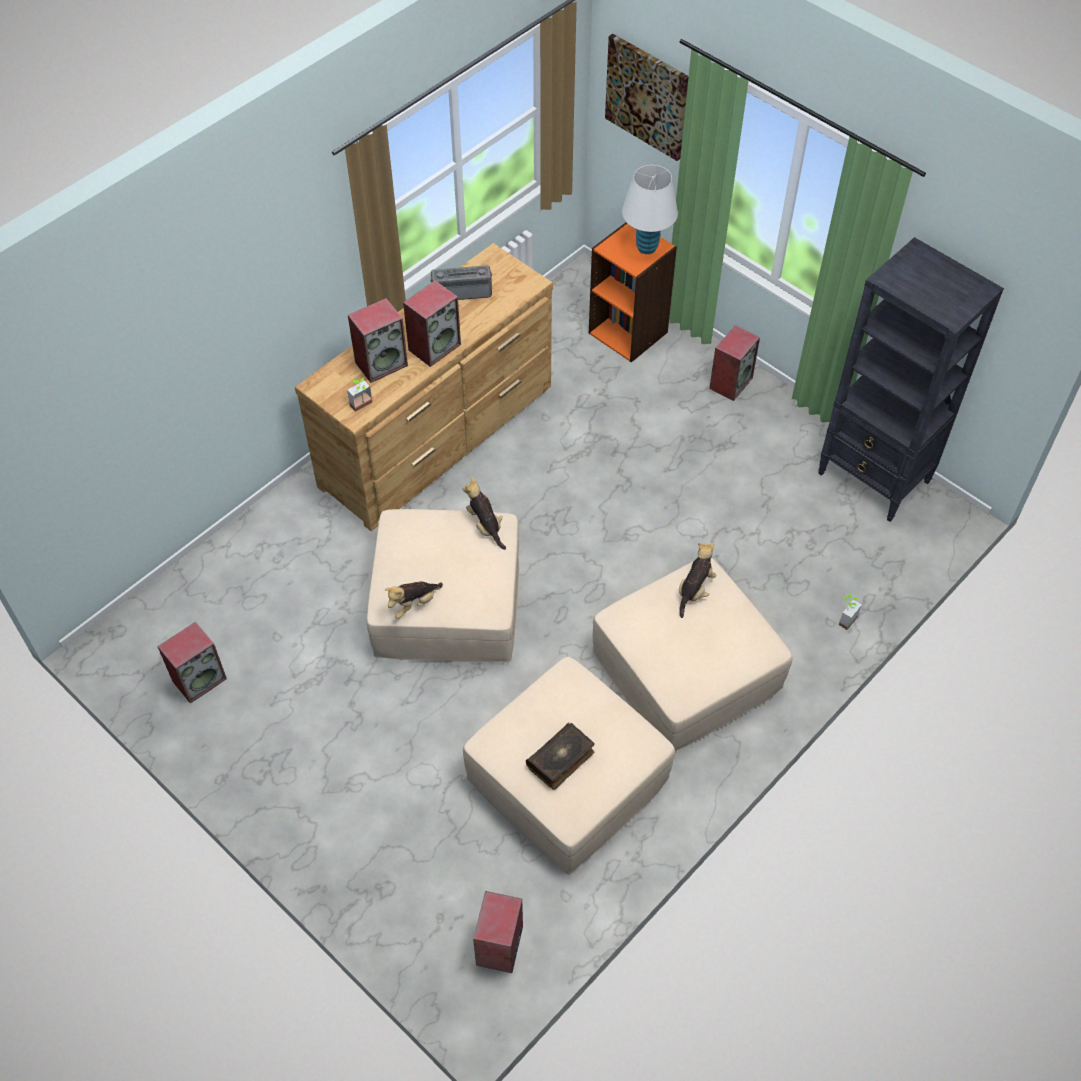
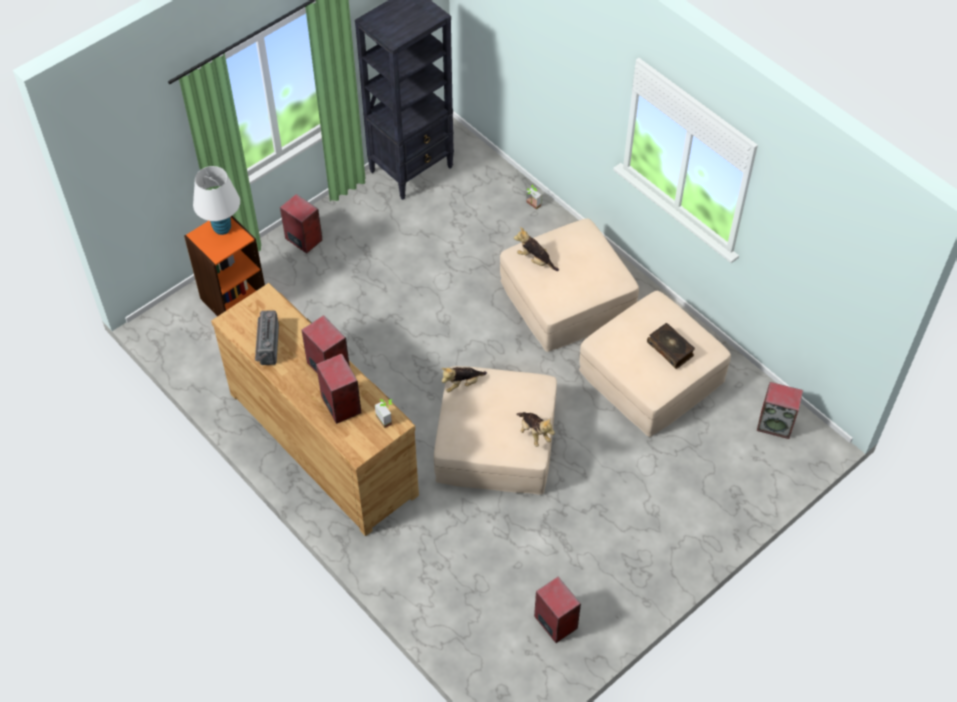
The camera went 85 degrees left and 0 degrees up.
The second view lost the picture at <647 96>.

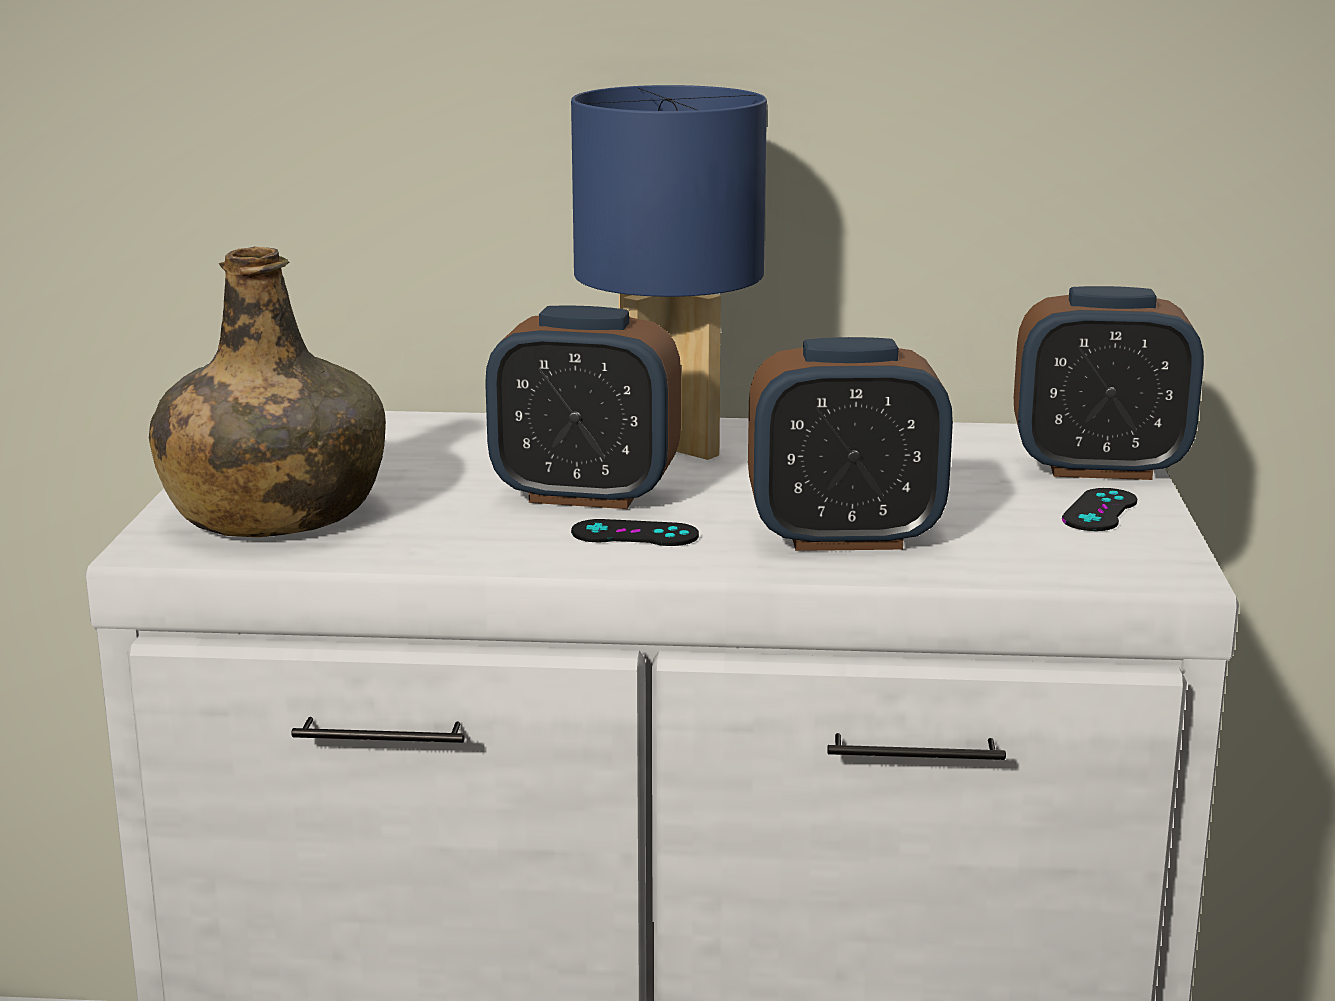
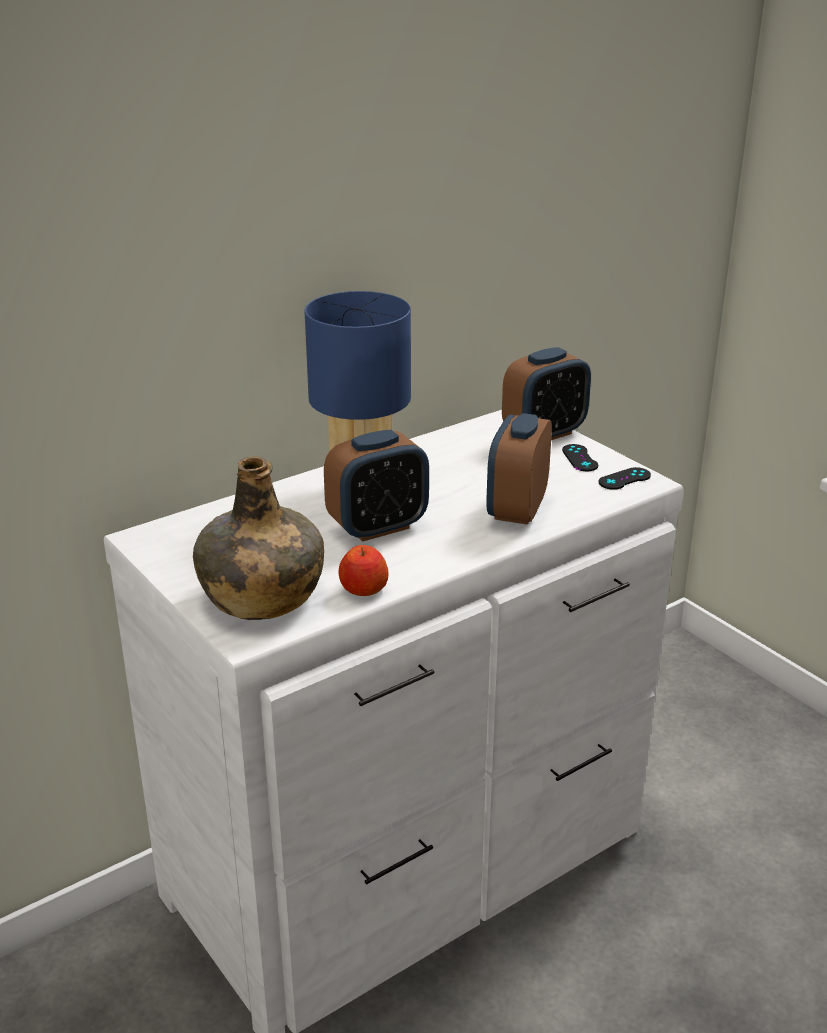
The camera went 40 degrees left and 10 degrees up.
The table clock at <844 537> ended up facing another way, 150 degrees clockwise from before.
The blackish game controller ended up elsewhere, having gone from <635 534> to <624 479>.
The second view gained the apple at <363 589>.

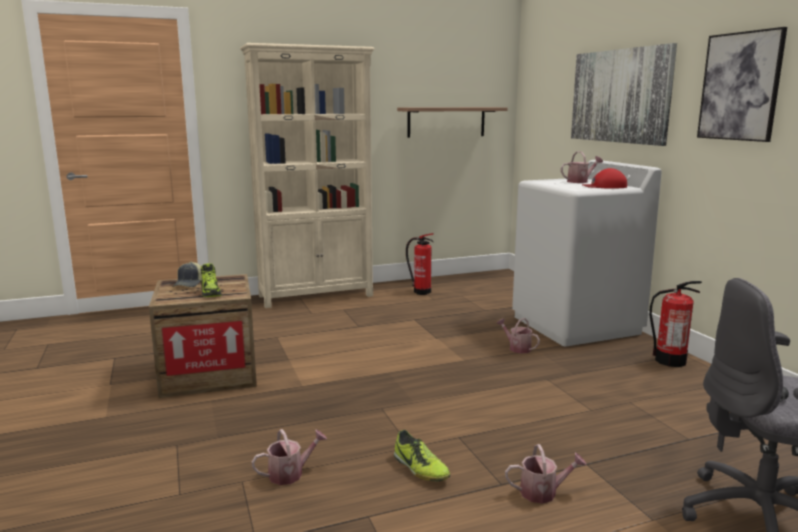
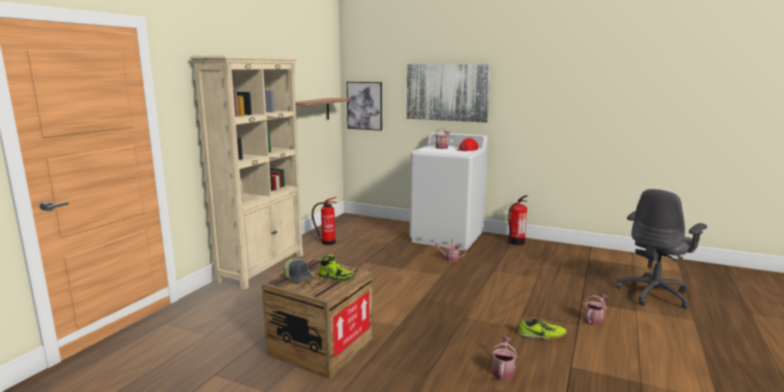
The camera went 45 degrees left and 0 degrees up.
The picture ended up elsewhere, having gone from <740 86> to <364 105>.

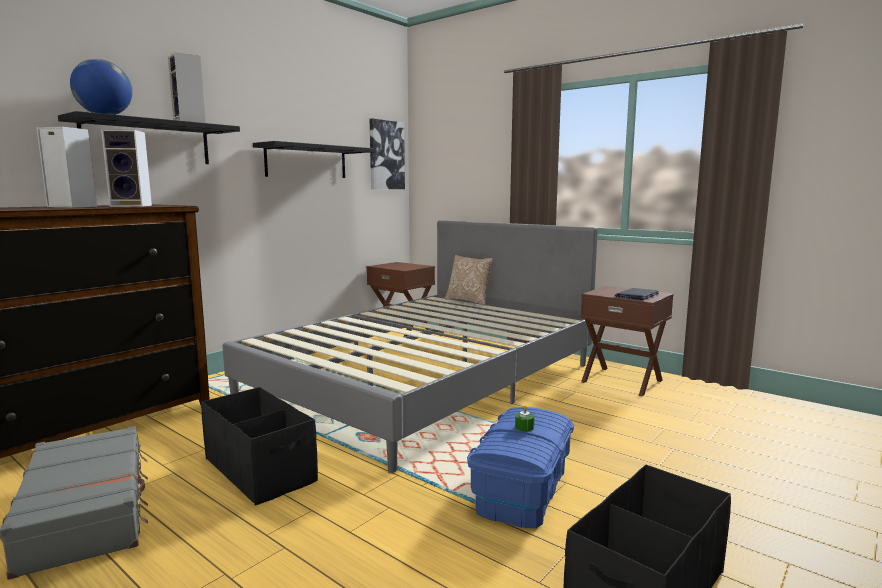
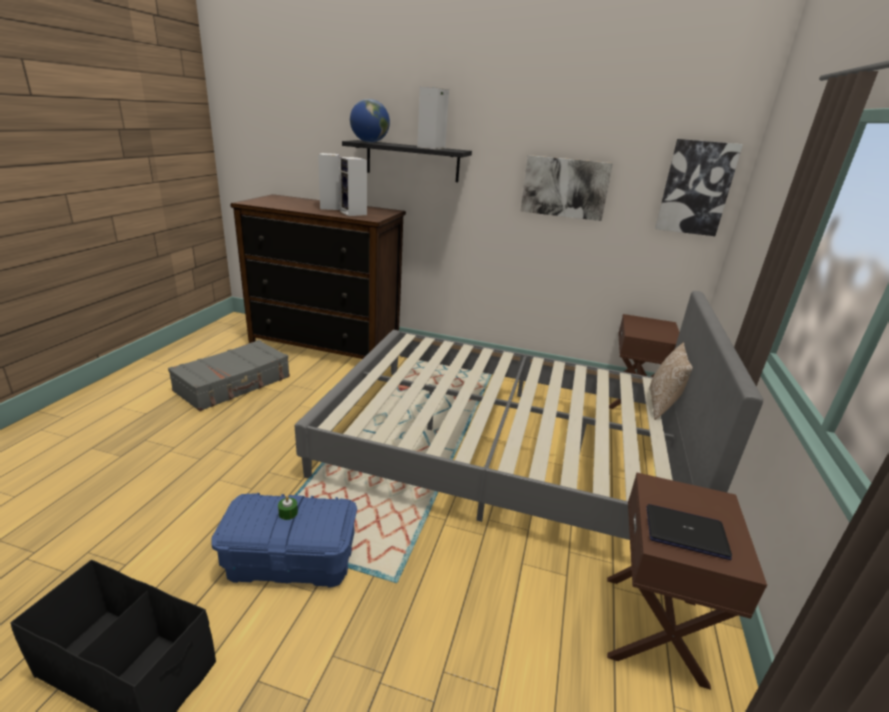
The camera went 65 degrees right and 15 degrees up.
Where the blackish bracket shelf hung at <306 162>, the picture came to hang at <565 187>.
The second view lost the blackish storage box at <260 469>.

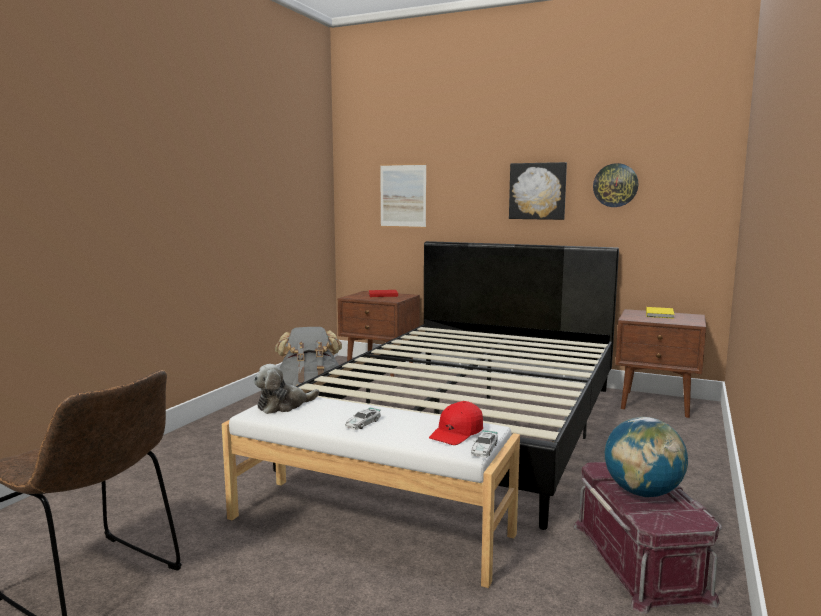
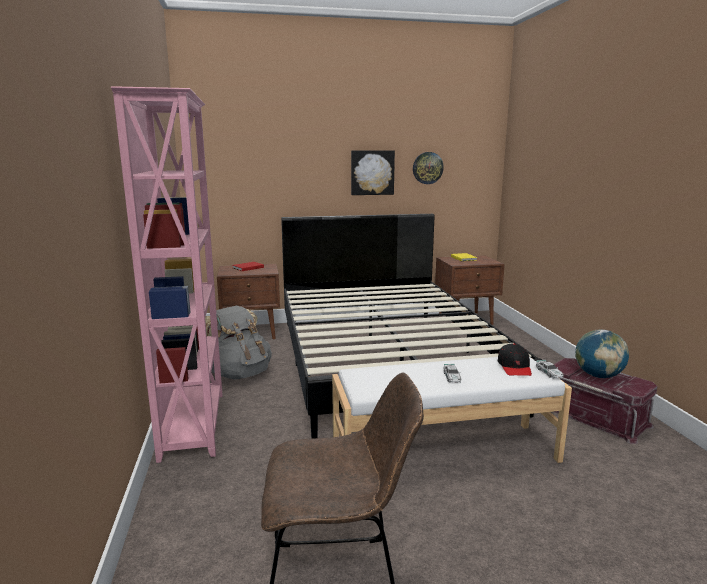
The camera went 35 degrees left and 5 degrees up.
The second view lost the picture at <403 196>.
The second view lost the cuddly toy at <283 405>.
What was the red-coloured peaked cap at <457 433> turned into the blackish peaked cap at <514 367>.
The second view gained the pink-coloured bookshelf at <195 424>.

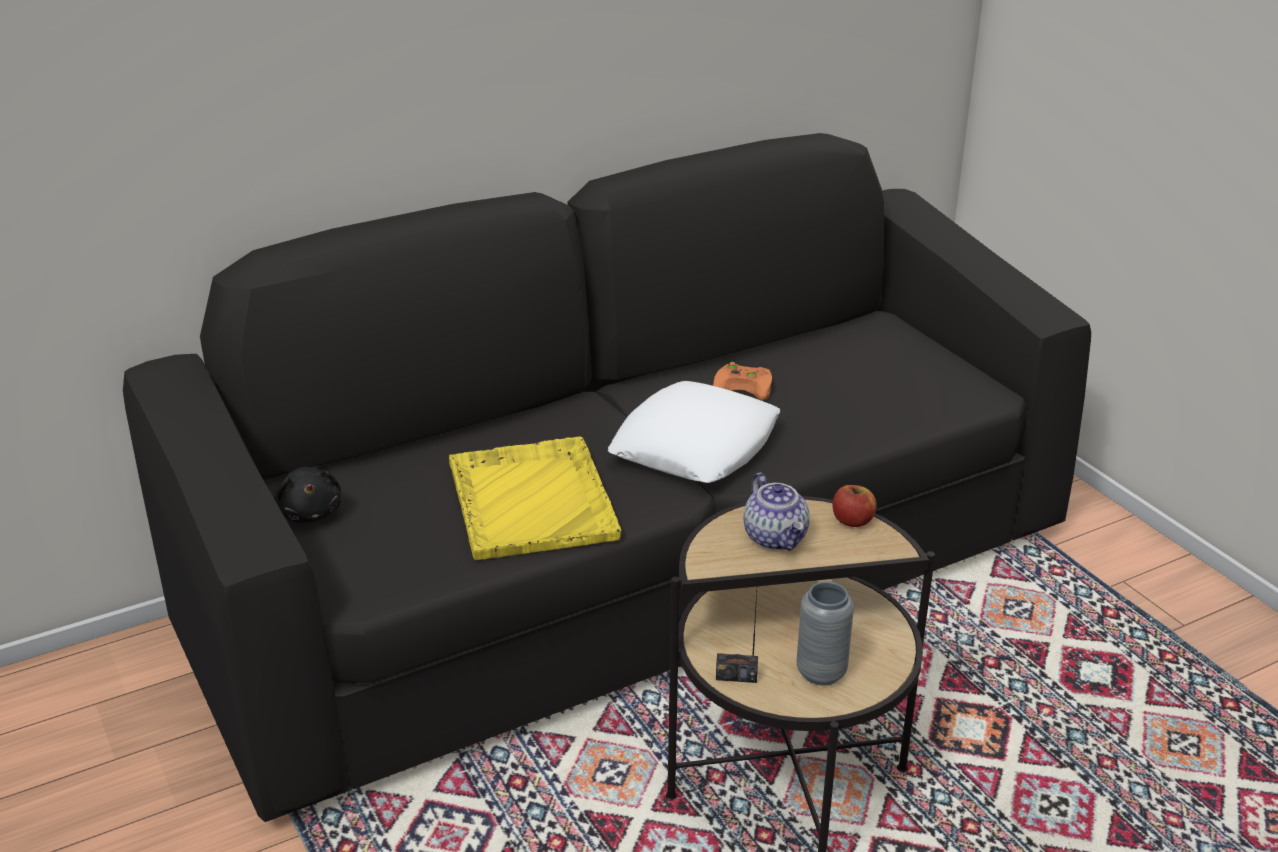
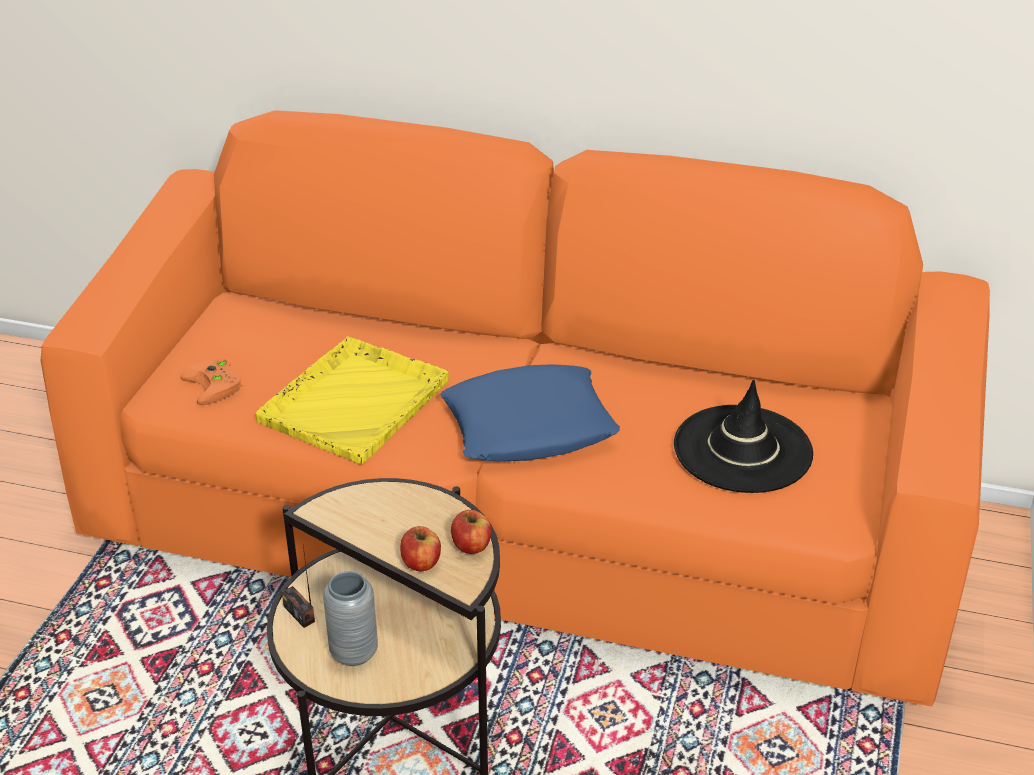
The camera went 45 degrees right and 5 degrees up.
What was the blackish settee at <639 576> turned into the orangey settee at <520 524>.
The orangey game controller ended up elsewhere, having gone from <745 385> to <216 385>.
What was the white-coloured pillow at <695 445> turned into the blue pillow at <529 426>.
The second view lost the blackish cuddly toy at <310 512>.
The second view lost the teapot at <776 538>.
The second view gained the blackish wearable hat at <742 449>.
The second view gained the apple at <421 563>.

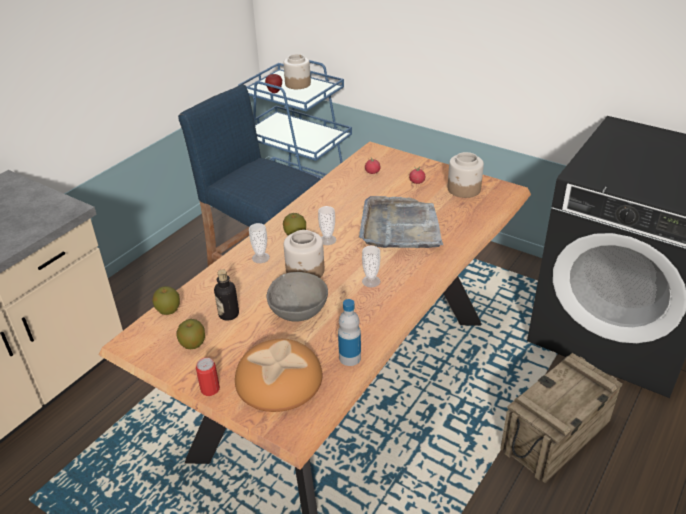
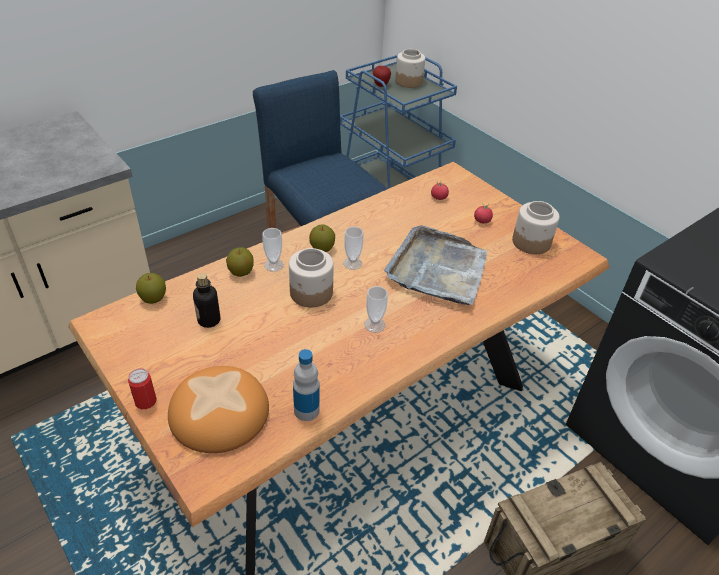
The camera went 15 degrees right and 5 degrees up.
The second view lost the gray serving bowl at <298 312>.
The apple ended up elsewhere, having gone from <193 344> to <241 272>.

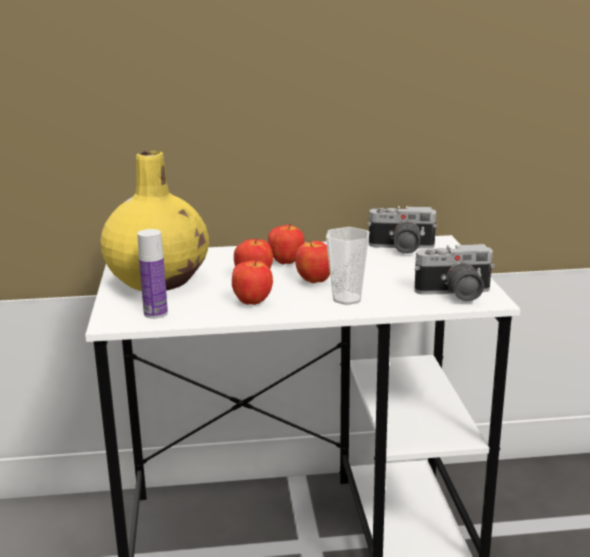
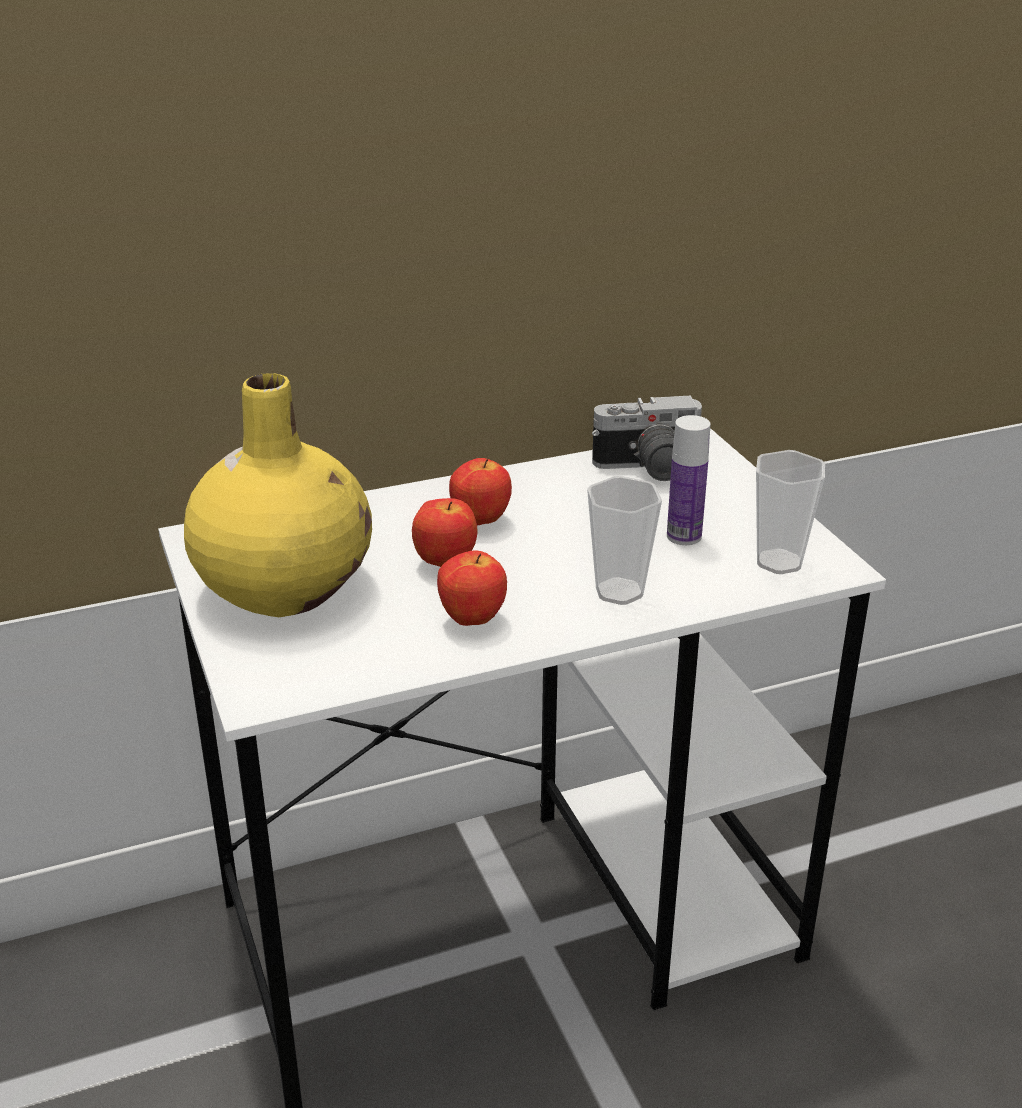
The camera went 15 degrees left and 10 degrees up.
The beverage bottle ended up elsewhere, having gone from <155 313> to <684 536>.
The second view lost the apple at <314 281>.
Where the photo camera stood at <455 295>, the small cup came to stand at <779 562>.

